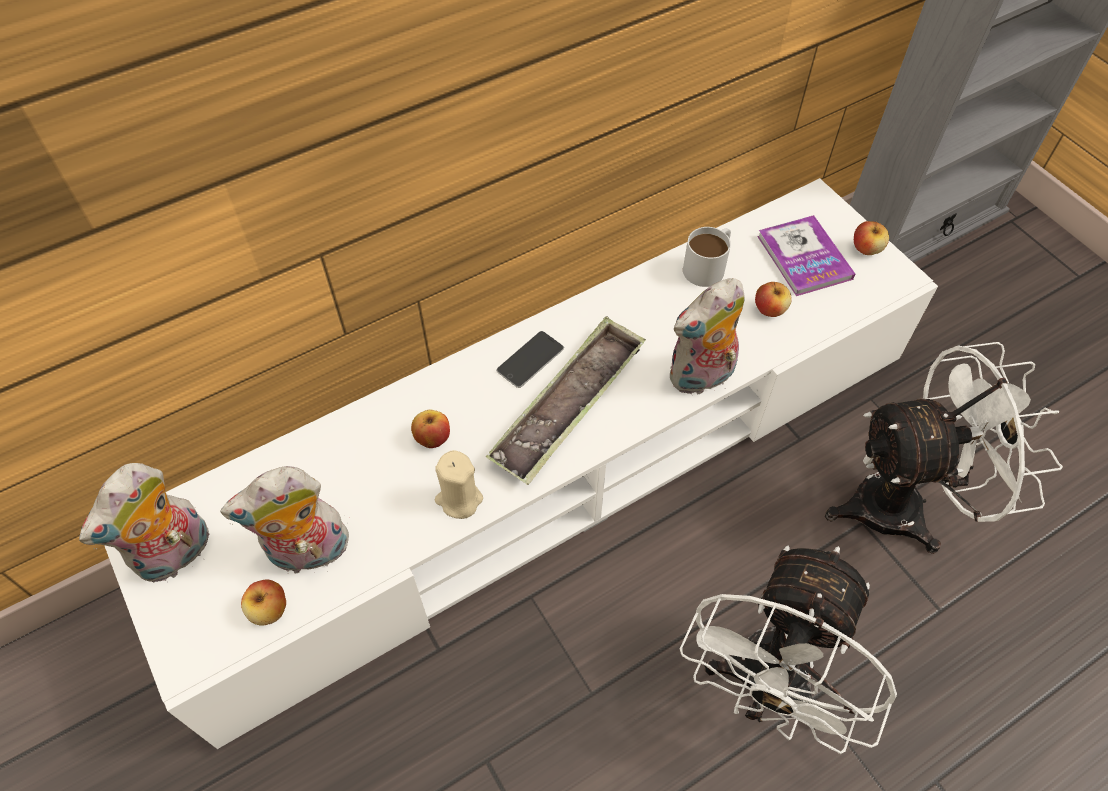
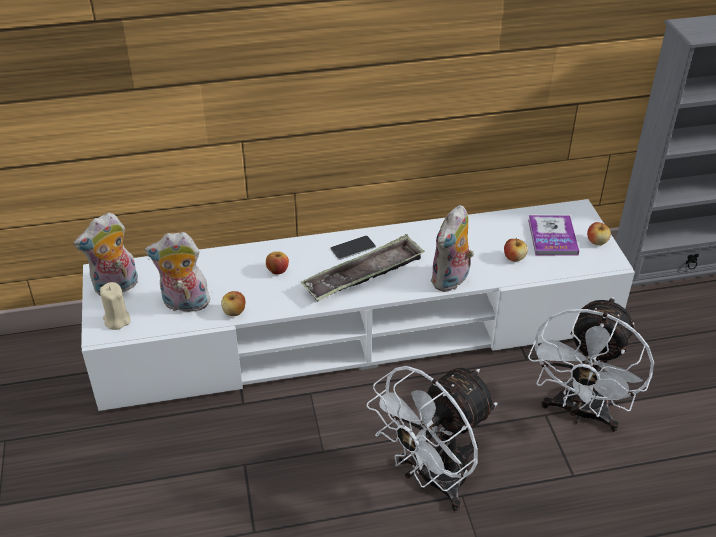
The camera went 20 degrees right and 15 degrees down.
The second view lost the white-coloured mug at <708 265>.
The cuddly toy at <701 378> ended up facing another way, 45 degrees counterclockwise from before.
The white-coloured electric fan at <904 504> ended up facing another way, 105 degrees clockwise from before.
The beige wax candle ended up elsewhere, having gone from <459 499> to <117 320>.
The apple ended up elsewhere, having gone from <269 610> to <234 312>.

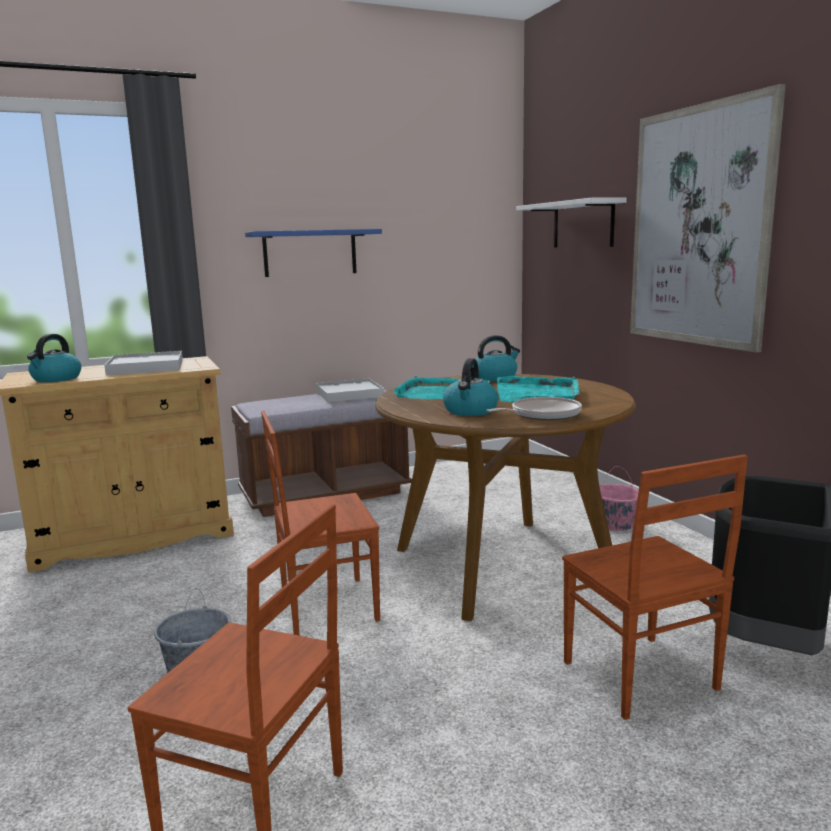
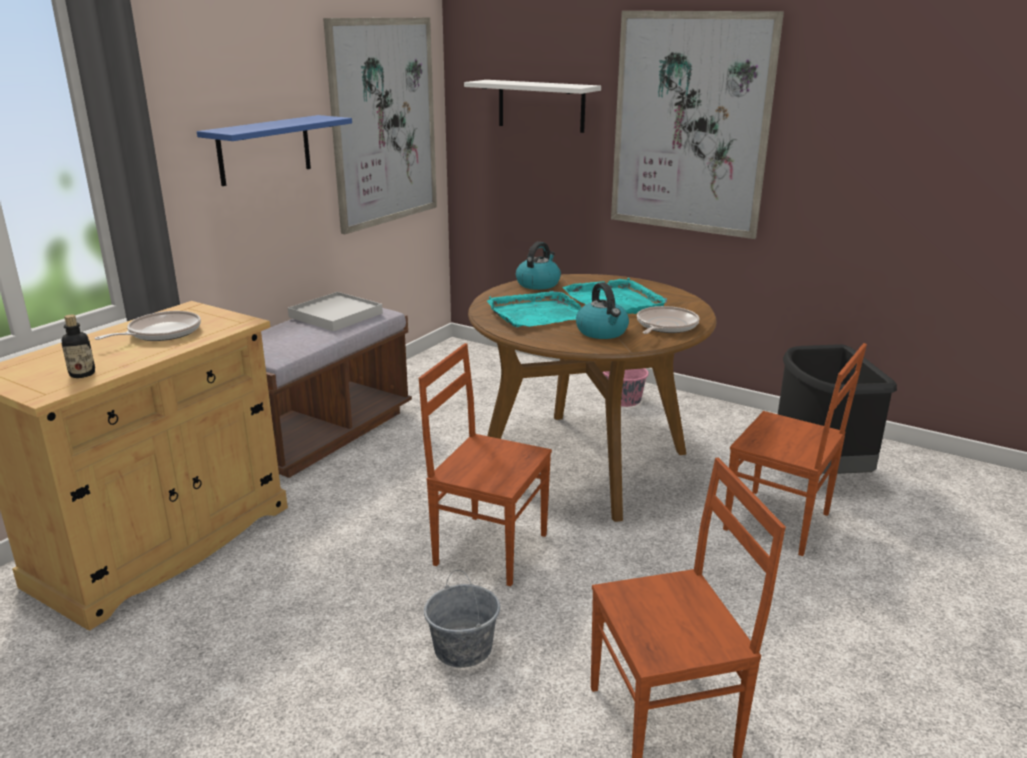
The camera went 35 degrees left and 10 degrees up.
Where the kettle stood at <56 379>, the beverage bottle came to stand at <82 374>.
Where the white-coloured tray stood at <146 367>, the skillet came to stand at <161 333>.
The brown chair at <326 605> ended up facing another way, 75 degrees clockwise from before.
The second view gained the picture at <383 123>.

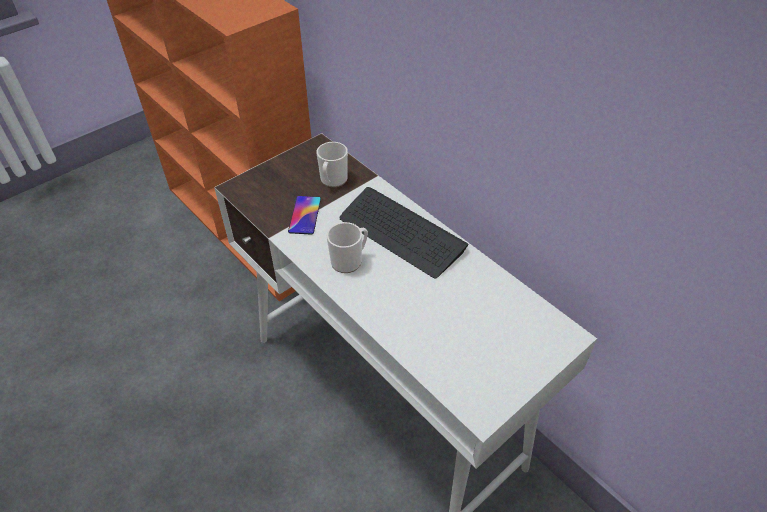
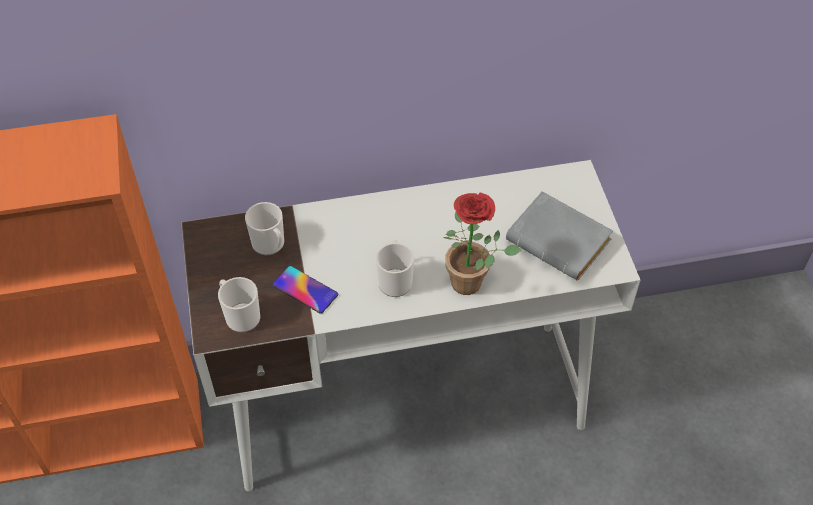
The camera went 60 degrees left and 5 degrees up.
The second view lost the PC keyboard at <401 233>.
The second view gained the gray volume at <561 241>.
The second view gained the plant in a pot at <473 283>.
The second view gained the mug at <240 315>.

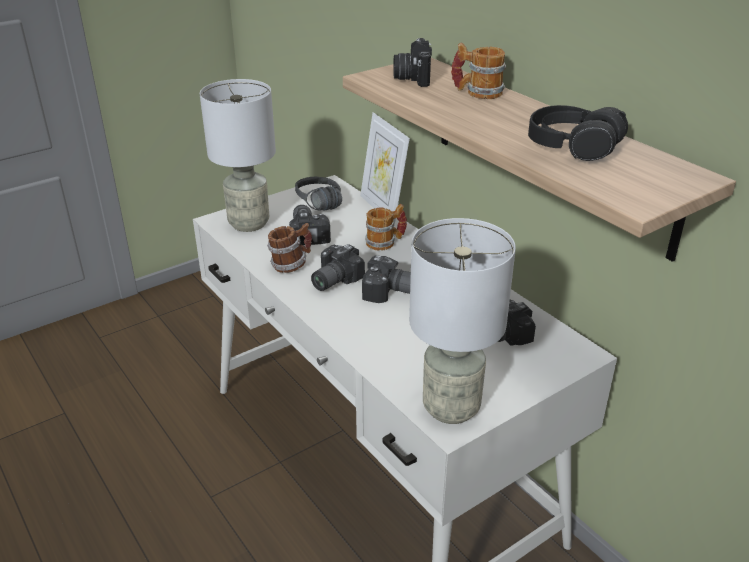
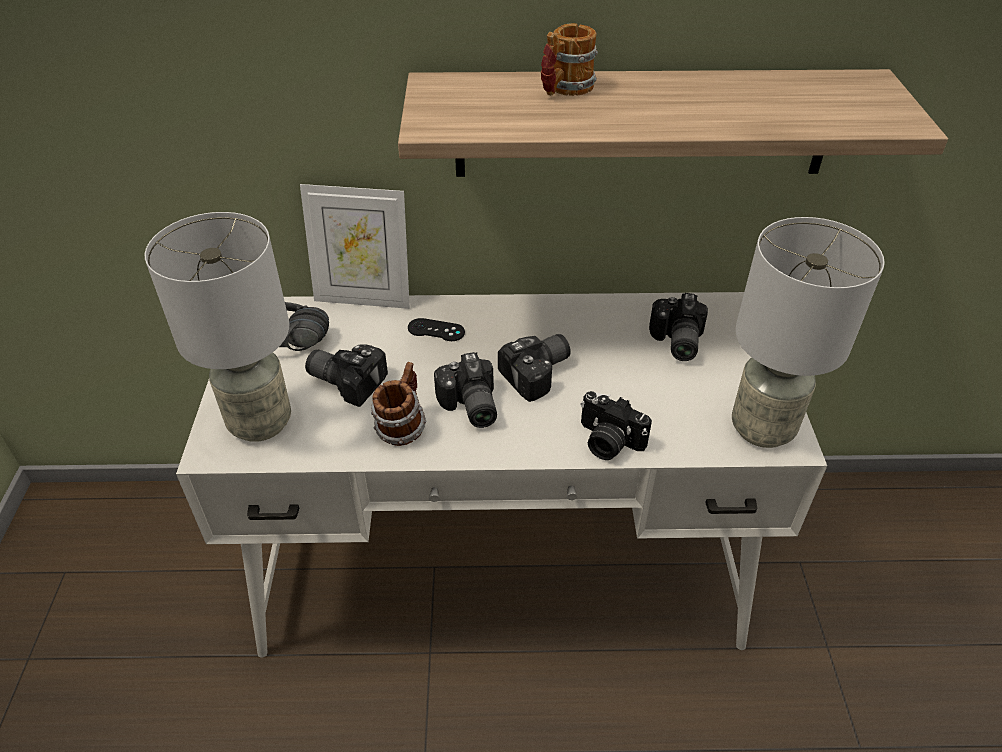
The camera went 55 degrees left and 10 degrees up.
The photo camera ended up elsewhere, having gone from <412 77> to <607 442>.
The second view lost the blackish pair of headphones at <572 147>.
Where the mug stood at <386 242>, the blackish game controller came to stand at <436 330>.

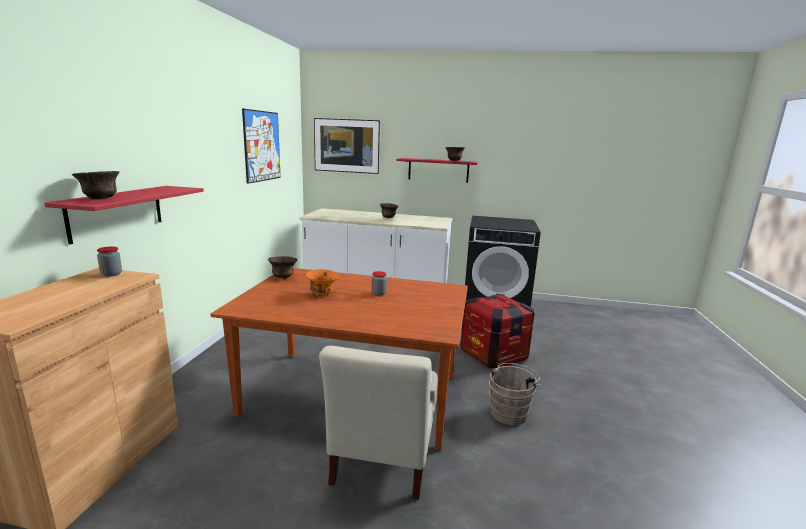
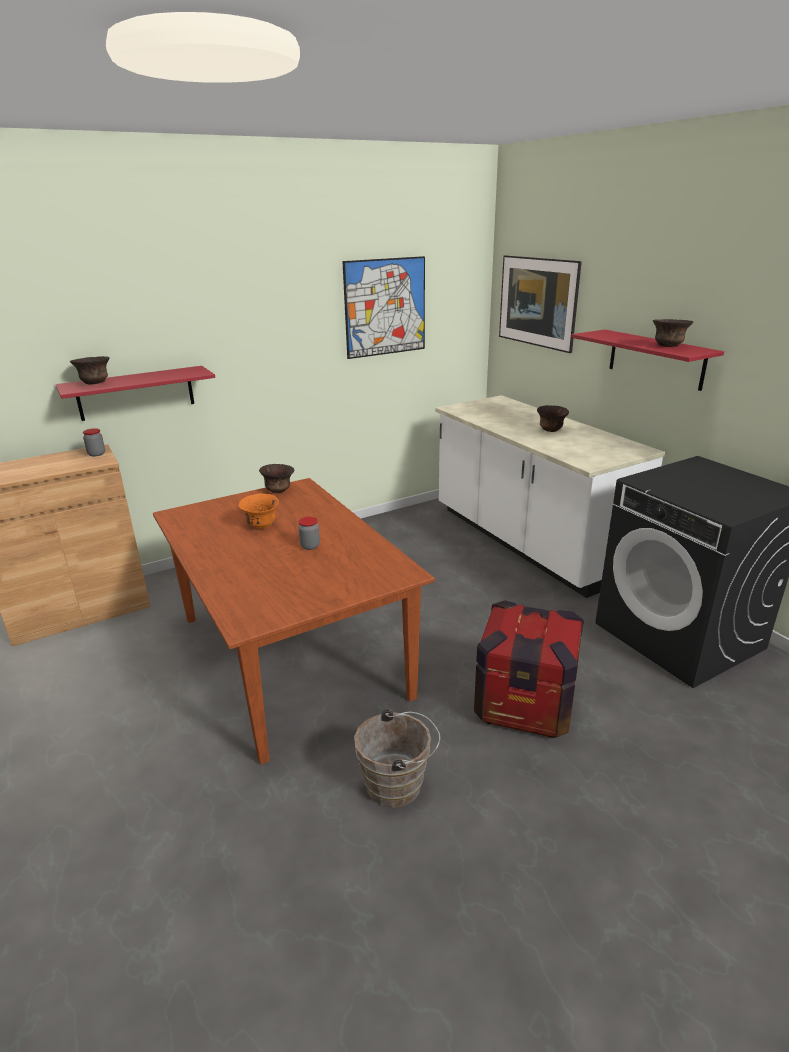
The camera went 50 degrees right and 10 degrees up.
The second view lost the beige chair at <383 456>.

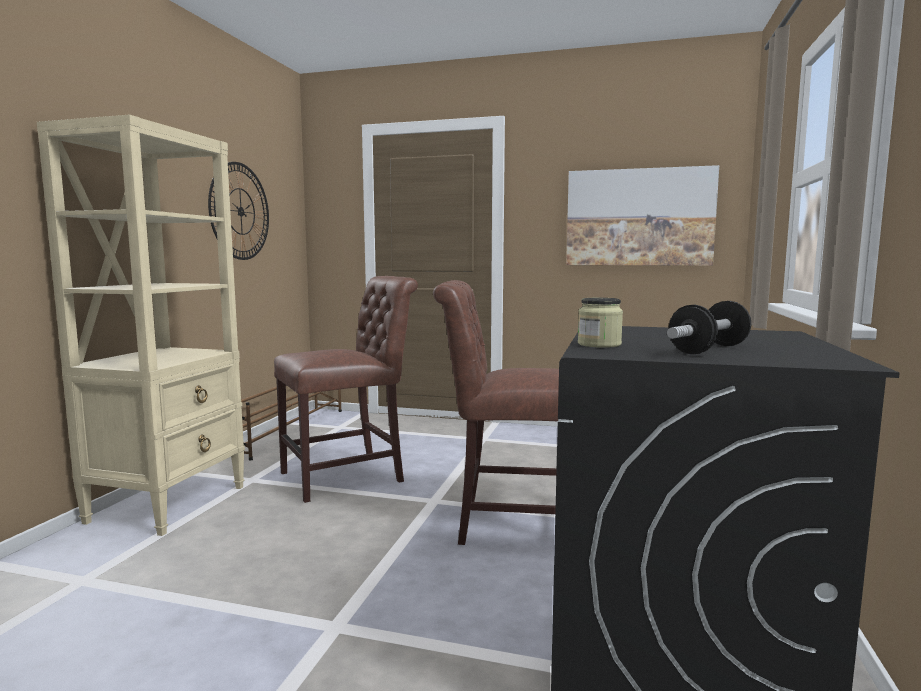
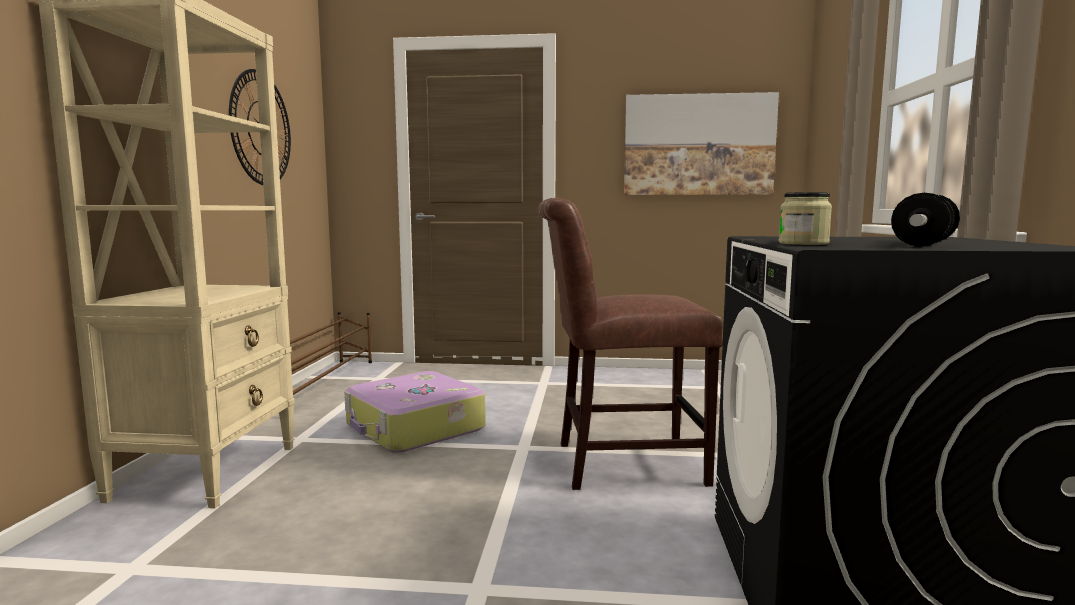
The camera went 10 degrees left and 0 degrees up.
Where the brown chair stood at <349 476>, the travel case came to stand at <414 428>.

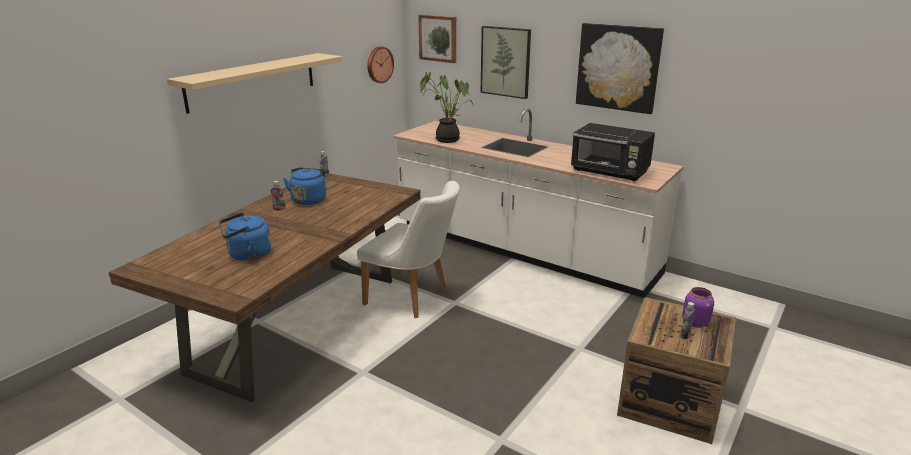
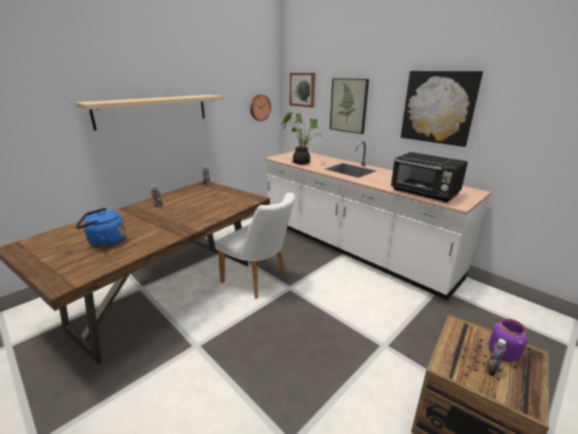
The camera went 10 degrees right and 0 degrees up.
The second view lost the blue kettle at <309 199>.

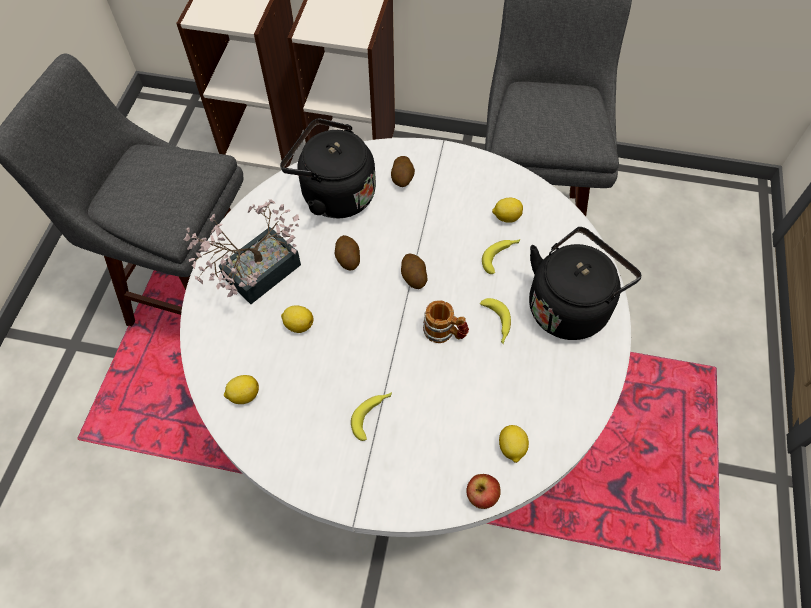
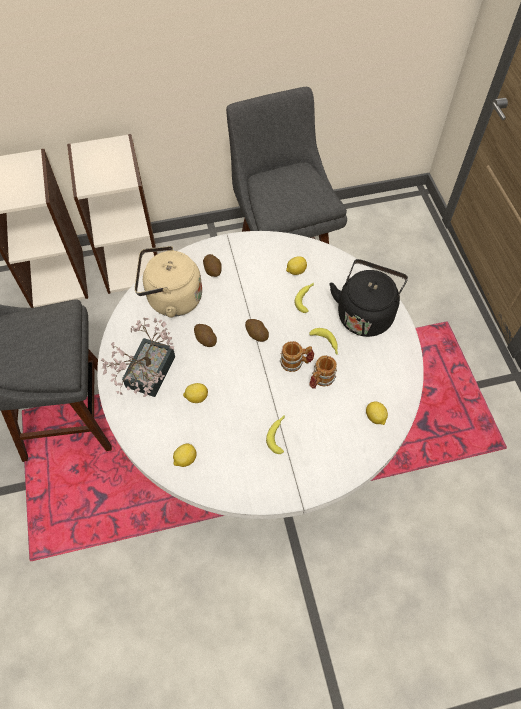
The camera went 25 degrees left and 0 degrees up.
What was the blackish kettle at <334 194> turned into the beige kettle at <171 299>.
The second view lost the apple at <481 496>.
The second view gained the mug at <320 380>.

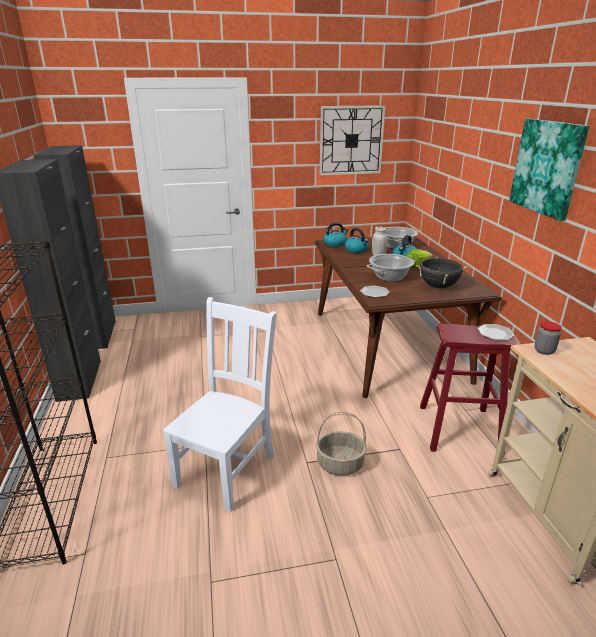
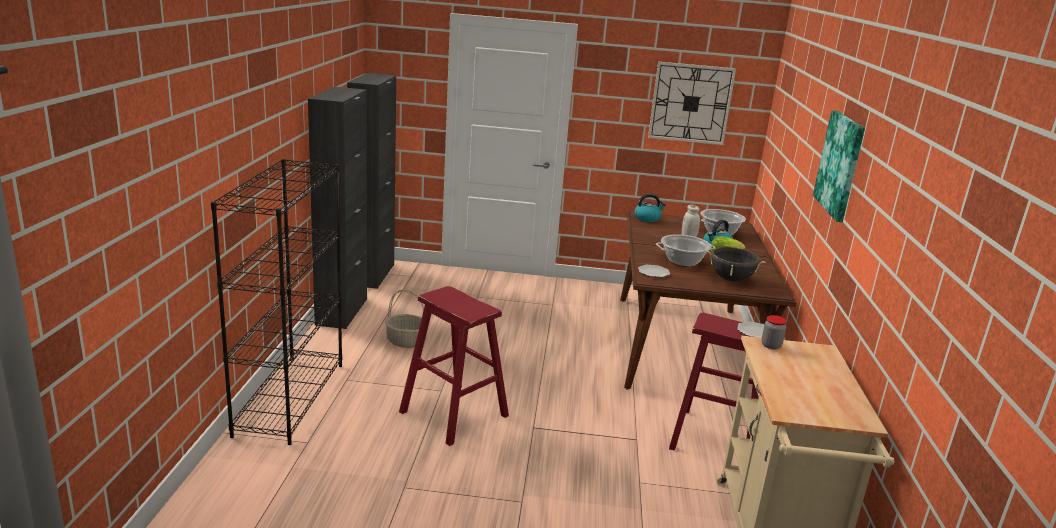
The camera went 15 degrees right and 5 degrees down.
The second view lost the kettle at <356 250>.
Where the white-coloured chair stood at <227 468>, the red-coloured sitting stool came to stand at <454 414>.
The basket ended up elsewhere, having gone from <340 464> to <406 341>.

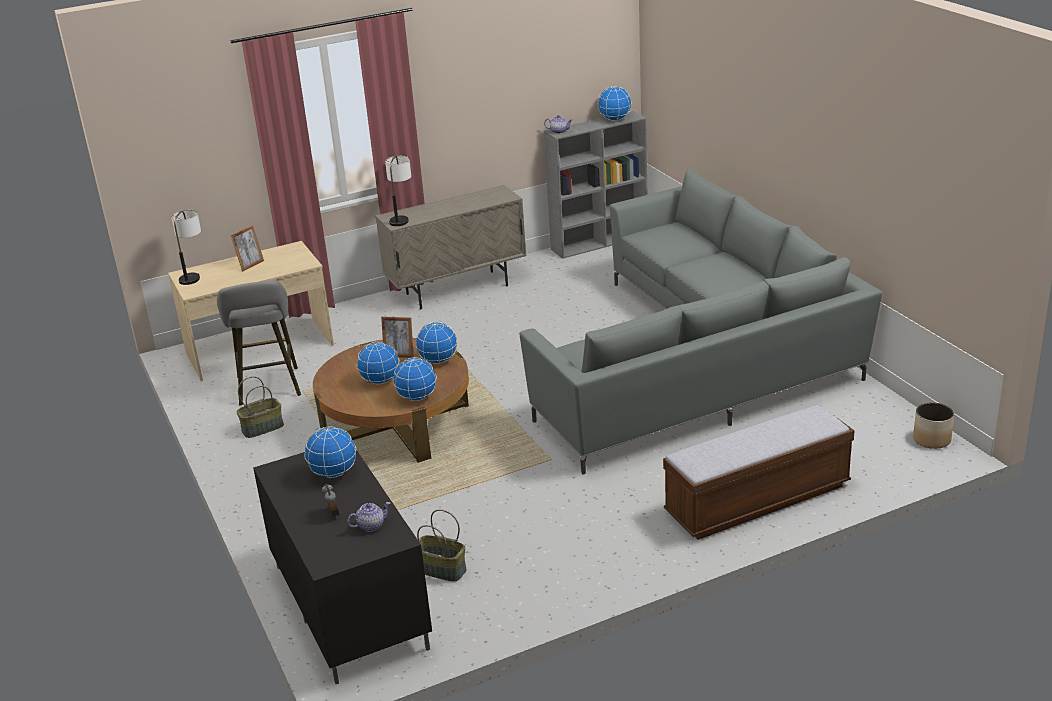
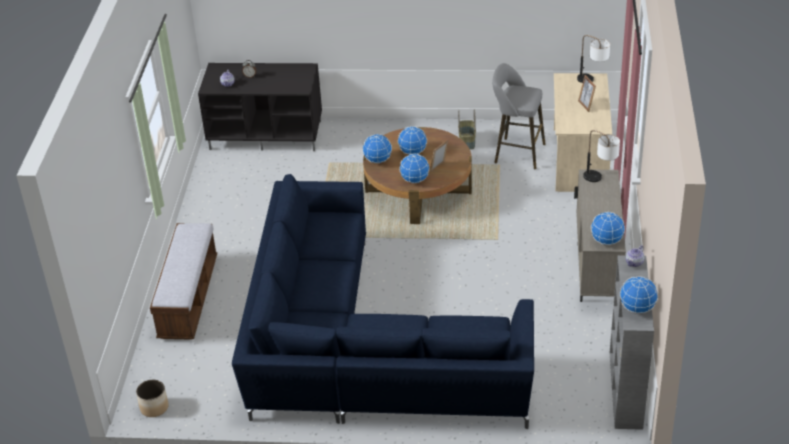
The camera went 120 degrees right and 10 degrees up.
What was the gray settee at <702 361> turned into the blue settee at <359 352>.
The globe ended up elsewhere, having gone from <333 473> to <606 241>.
The second view lost the basket at <441 570>.

